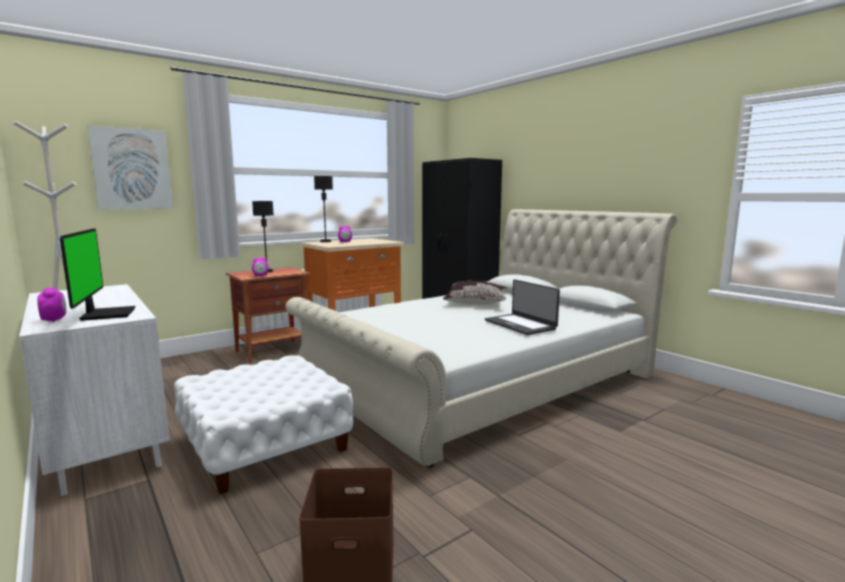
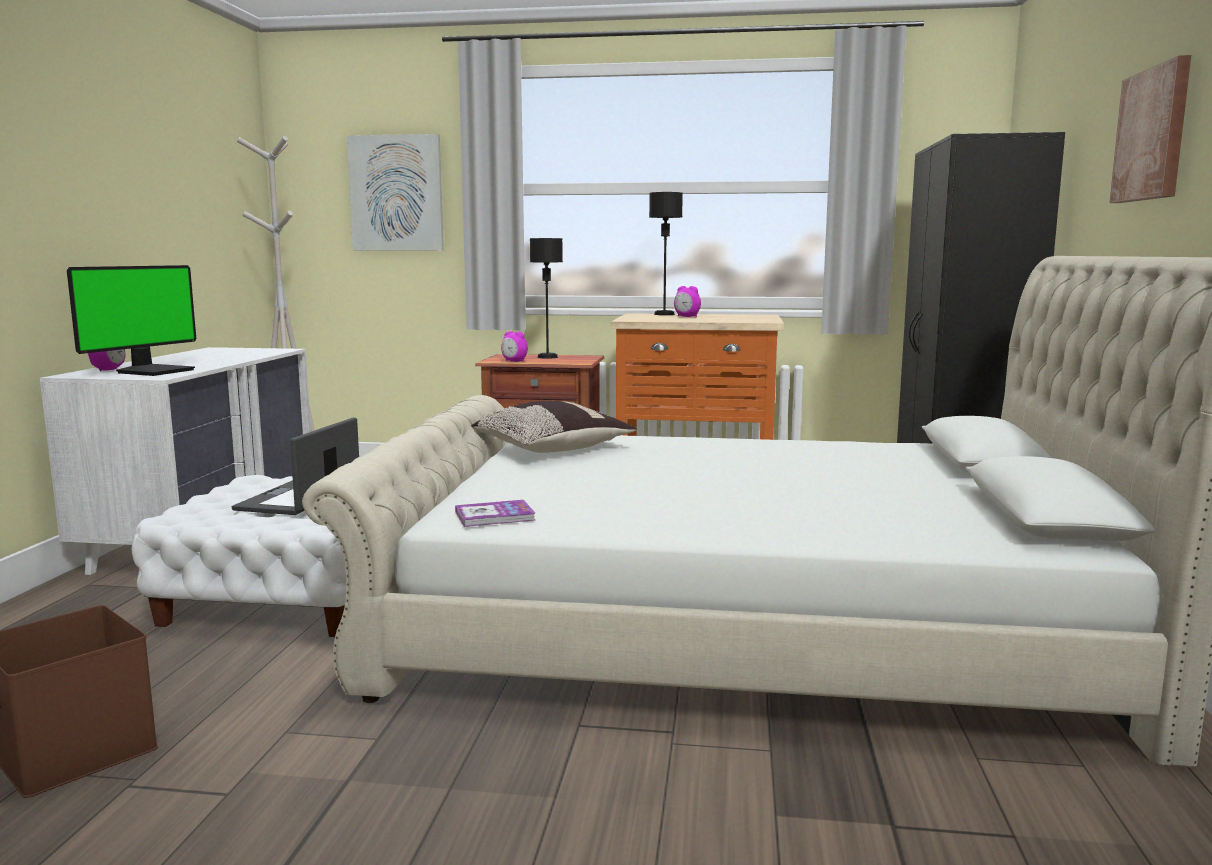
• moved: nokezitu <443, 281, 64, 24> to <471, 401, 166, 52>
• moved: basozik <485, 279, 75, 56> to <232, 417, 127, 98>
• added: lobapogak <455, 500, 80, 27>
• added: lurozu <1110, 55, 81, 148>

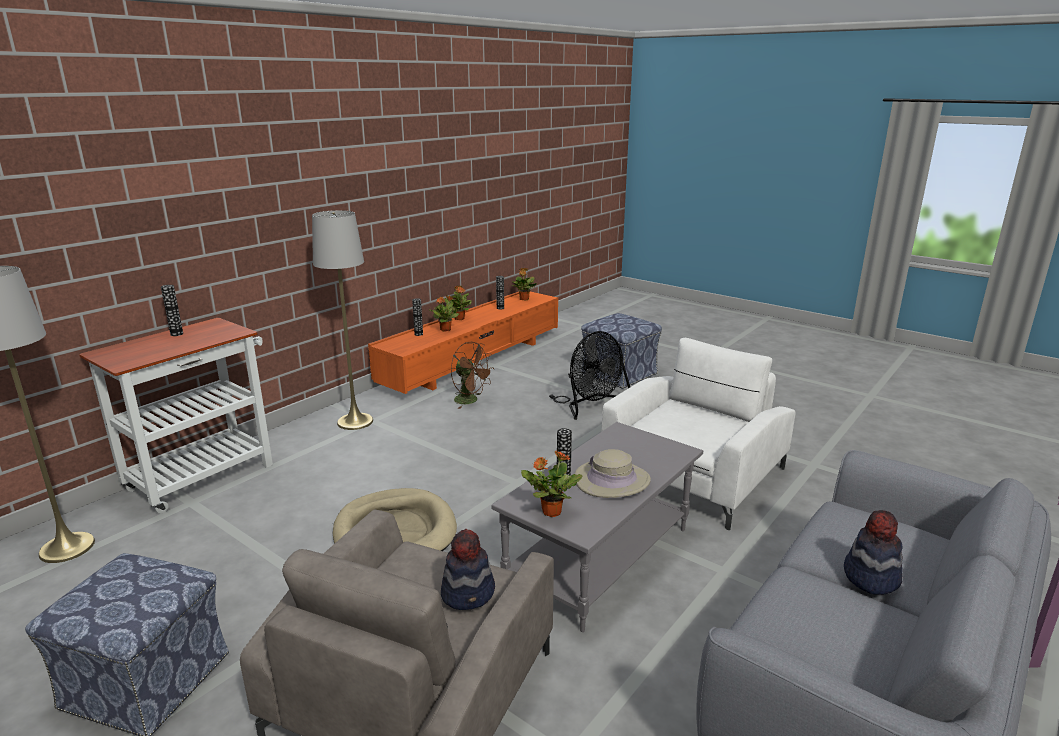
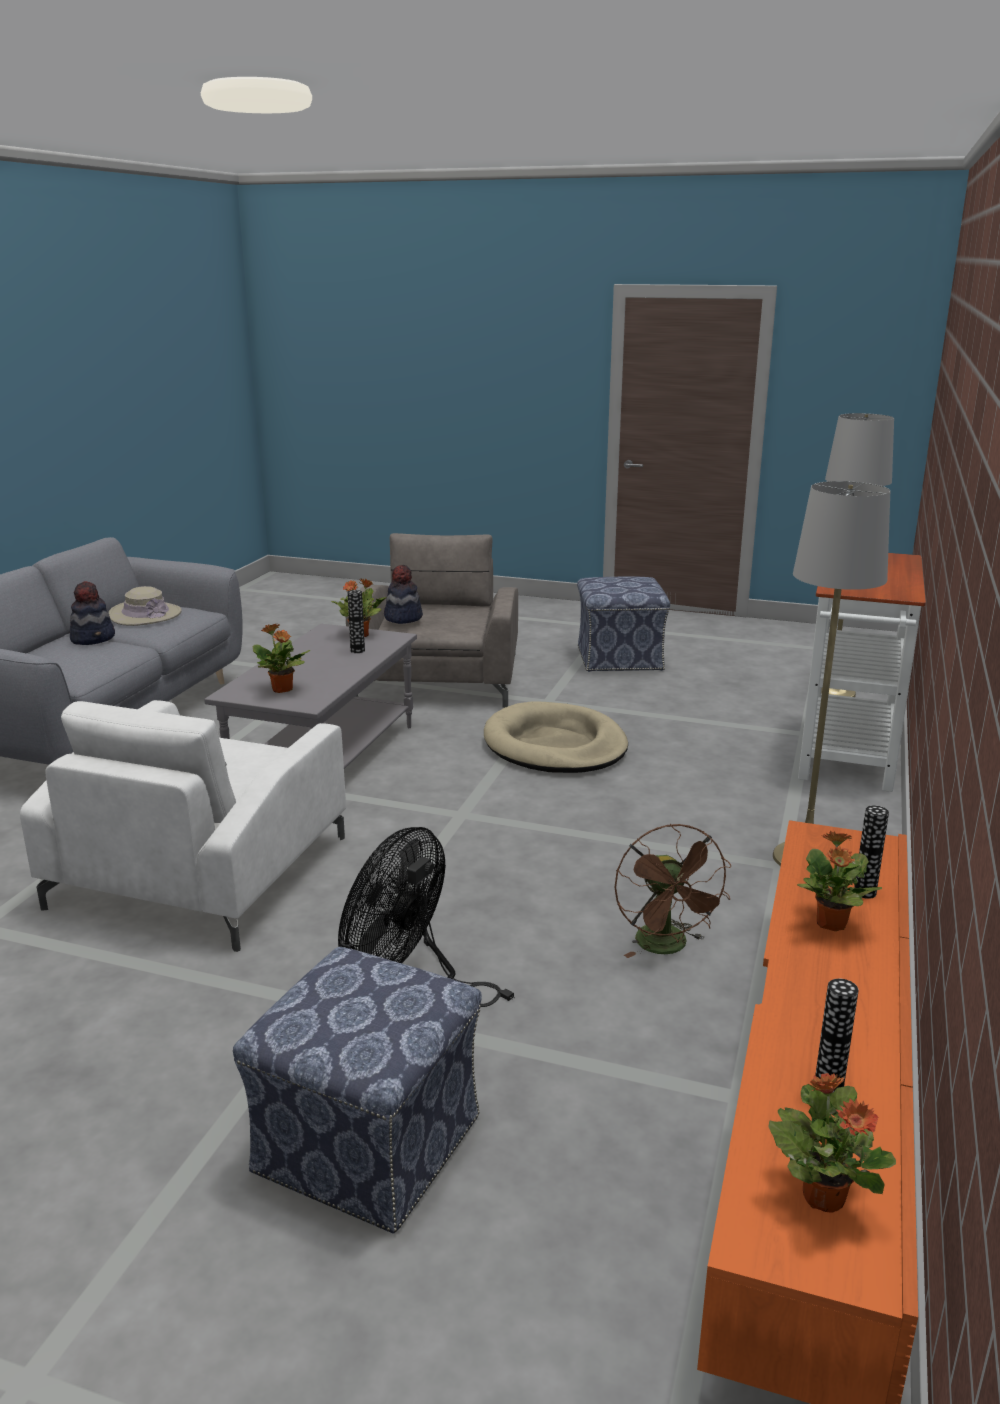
• removed: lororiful <161, 285, 22, 51>
• moved: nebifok <445, 285, 27, 35> to <253, 624, 57, 69>
• turned: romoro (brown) <451, 342, 43, 67> = <614, 824, 117, 134> 120 degrees counterclockwise
• moved: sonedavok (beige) <575, 449, 76, 49> to <108, 586, 74, 40>

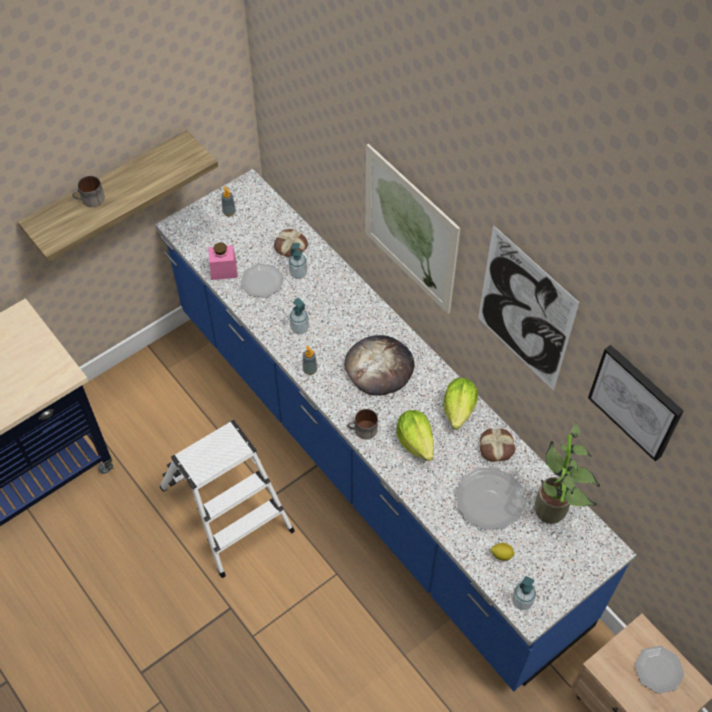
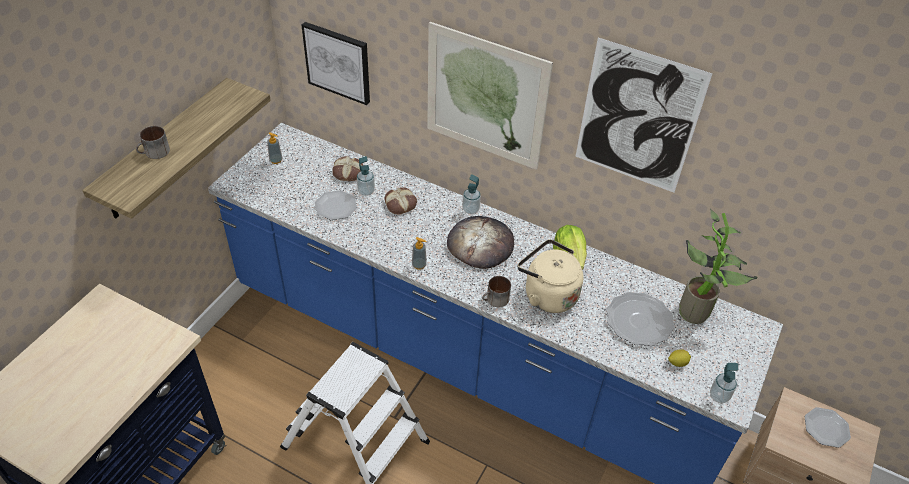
• removed: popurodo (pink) <208, 242, 29, 38>
• moved: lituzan <290, 298, 19, 36> to <462, 174, 19, 40>
• replaced: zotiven <396, 410, 38, 51> to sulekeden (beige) <518, 239, 66, 74>
• moved: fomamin <480, 428, 35, 34> to <385, 187, 32, 27>
• moved: lurozu <588, 345, 96, 117> to <302, 22, 68, 83>

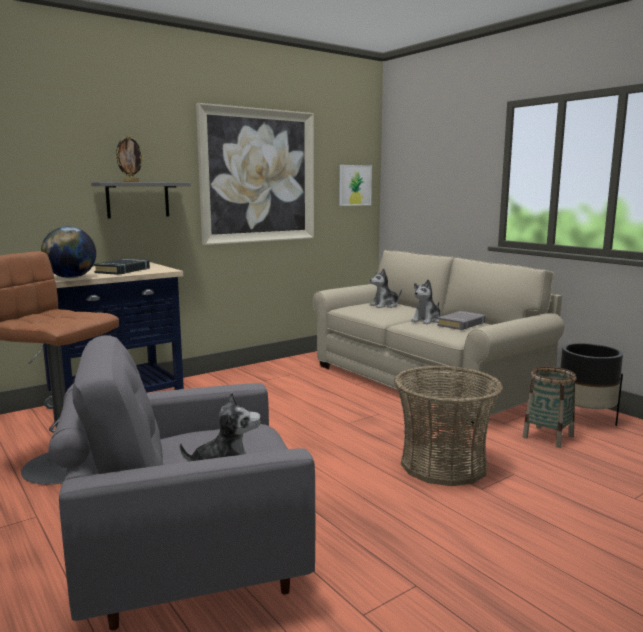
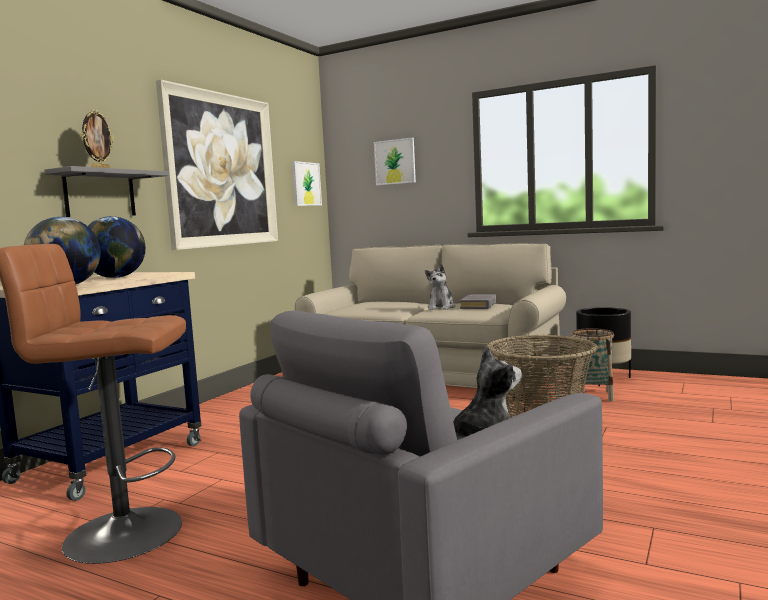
• replaced: lobapogak (black) <94, 259, 56, 16> to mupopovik <88, 216, 58, 62>
• removed: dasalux <369, 268, 33, 40>
• added: lurozu <374, 138, 42, 48>

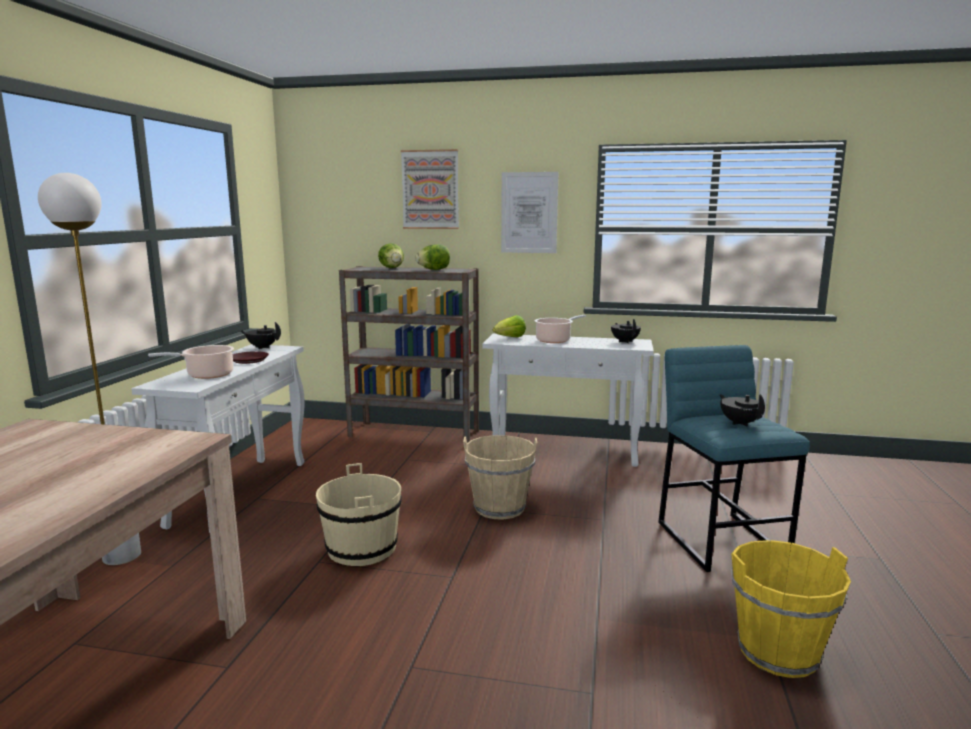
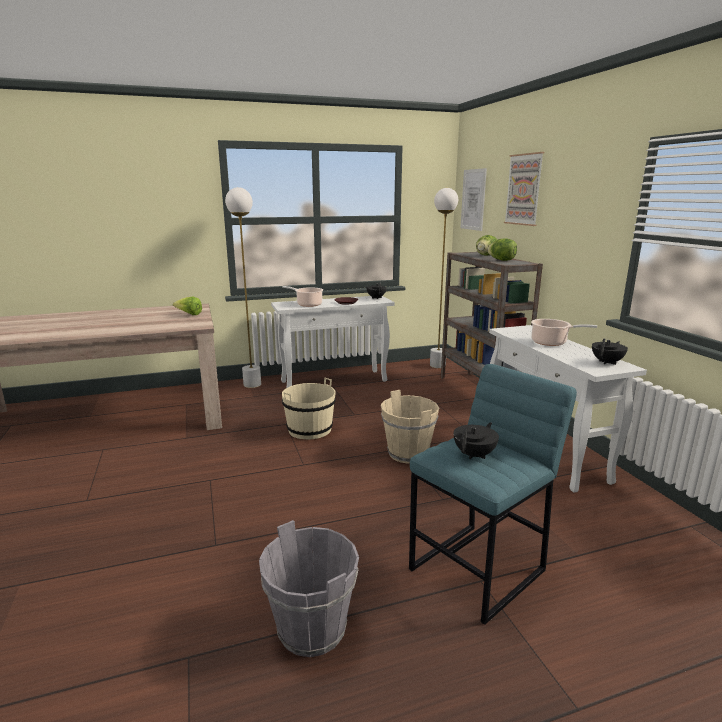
• moved: zotiven <493, 315, 33, 22> to <173, 297, 29, 18>
• moved: lurozu <501, 172, 57, 81> to <460, 168, 27, 63>
• recoloured: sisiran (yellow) <731, 540, 120, 138> to sisiran (grey) <259, 520, 100, 137>
• added: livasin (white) <430, 188, 28, 180>

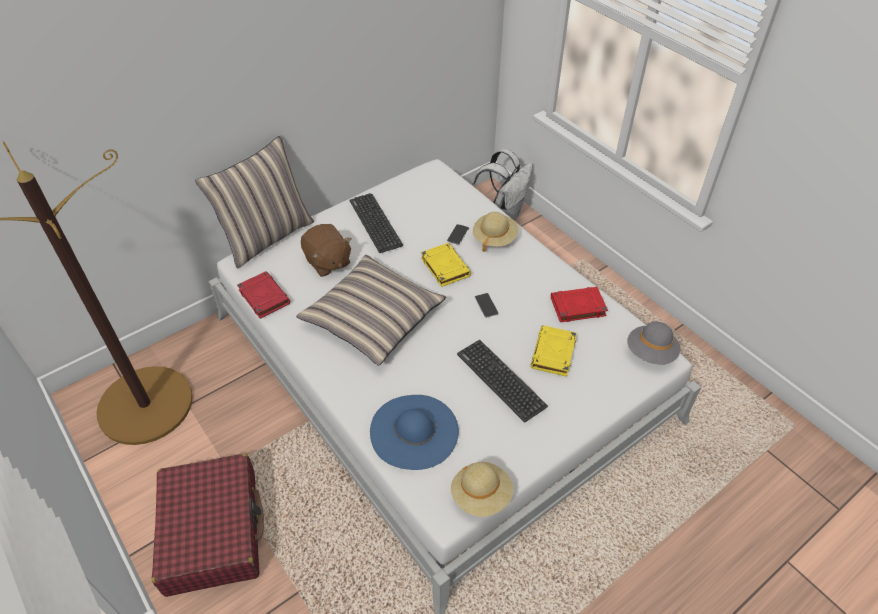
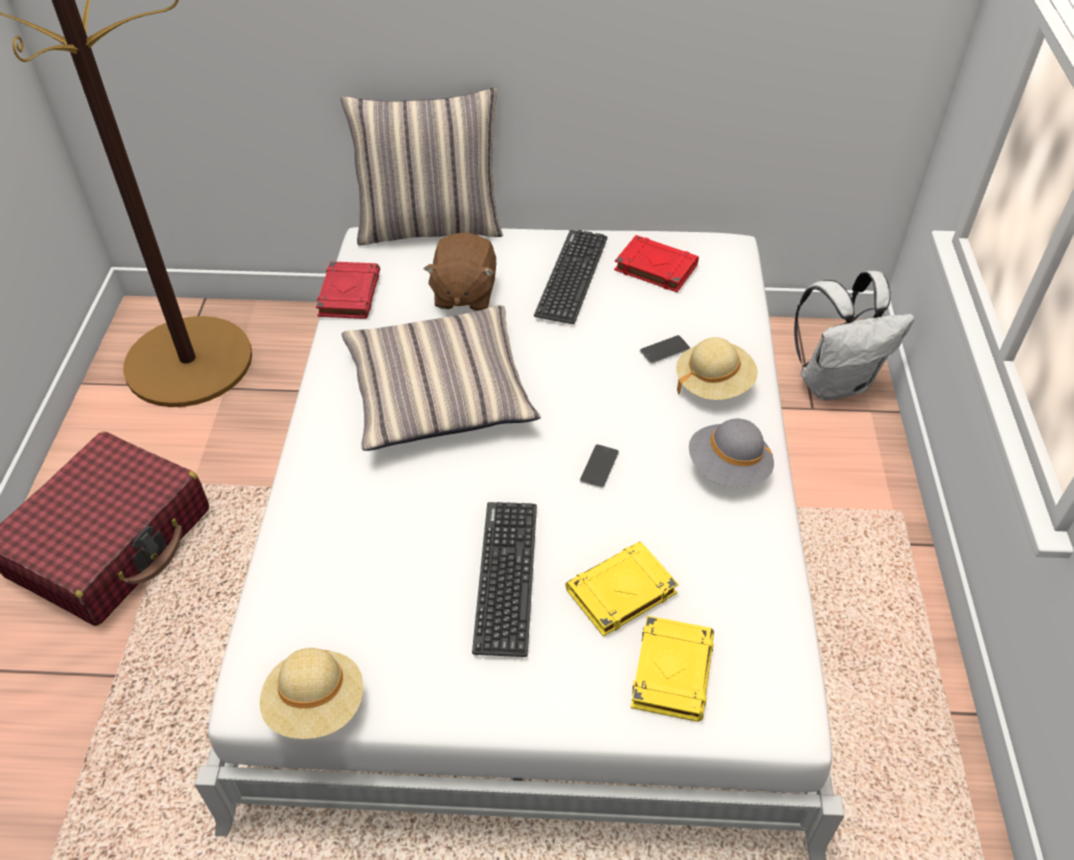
• removed: sonedavok (blue) <370, 395, 89, 75>
• moved: lobapogak (yellow) <421, 243, 50, 44> to <631, 616, 83, 106>
• moved: lobapogak (red) <551, 287, 57, 35> to <614, 235, 85, 57>
• moved: sonedavok (grey) <627, 322, 54, 43> to <689, 419, 85, 68>

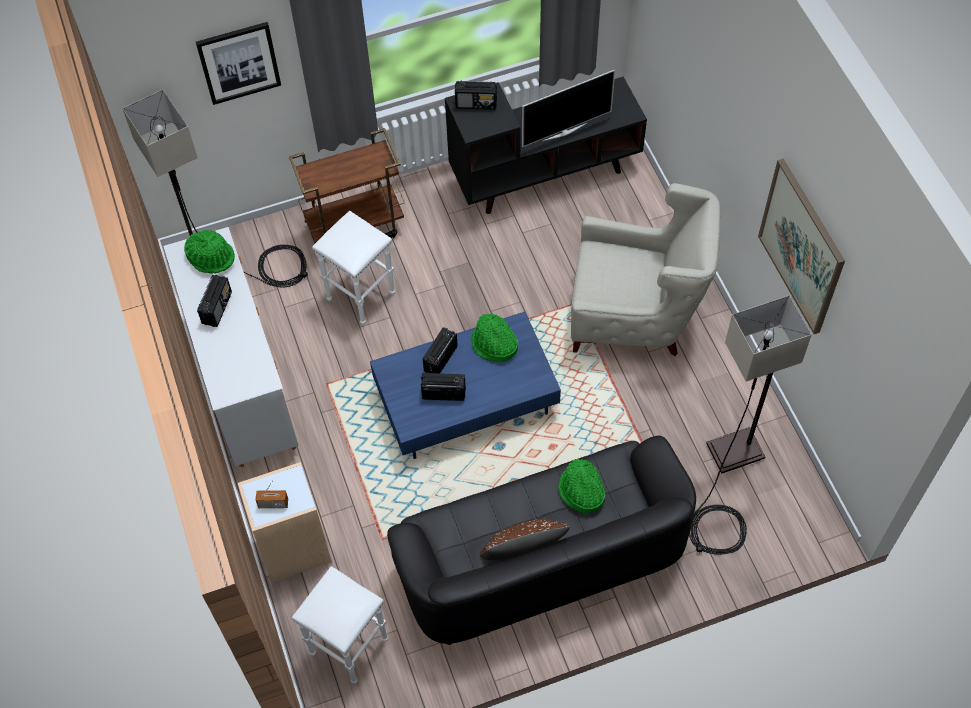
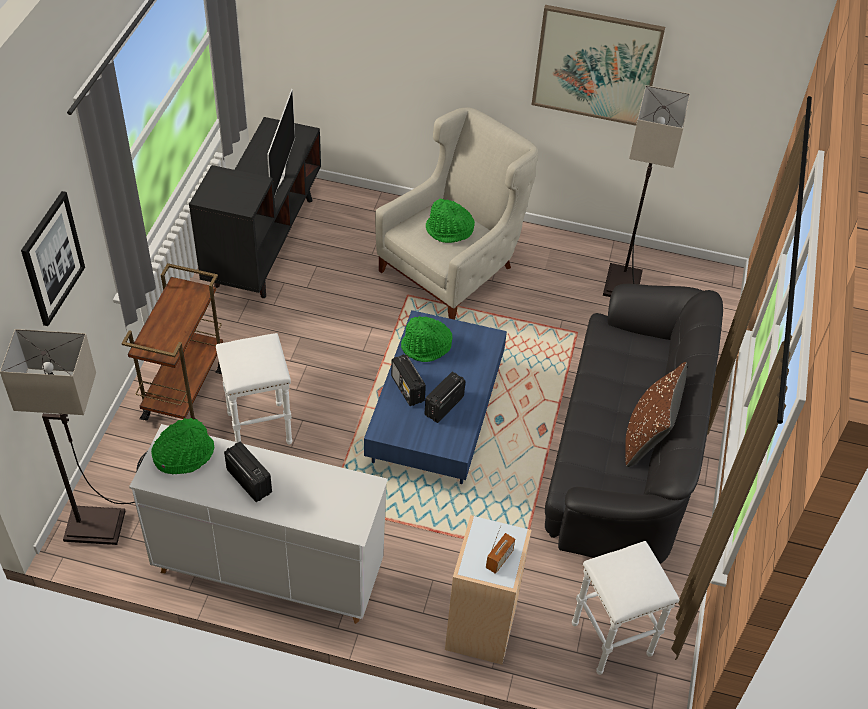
• removed: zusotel <455, 80, 42, 30>
• moved: sonedavok (green) <558, 459, 47, 54> to <426, 199, 49, 44>

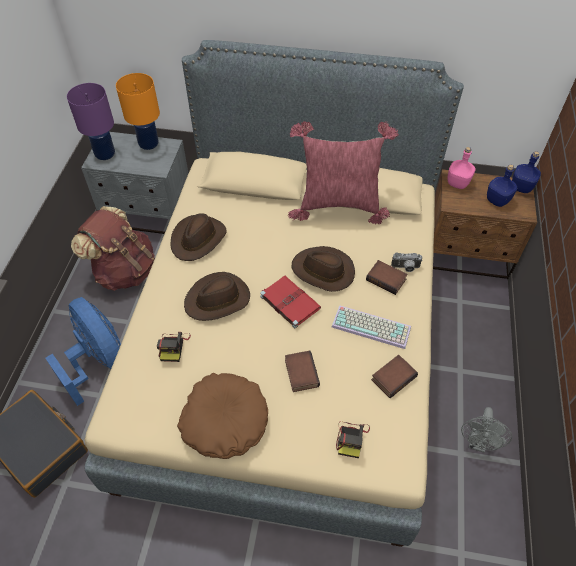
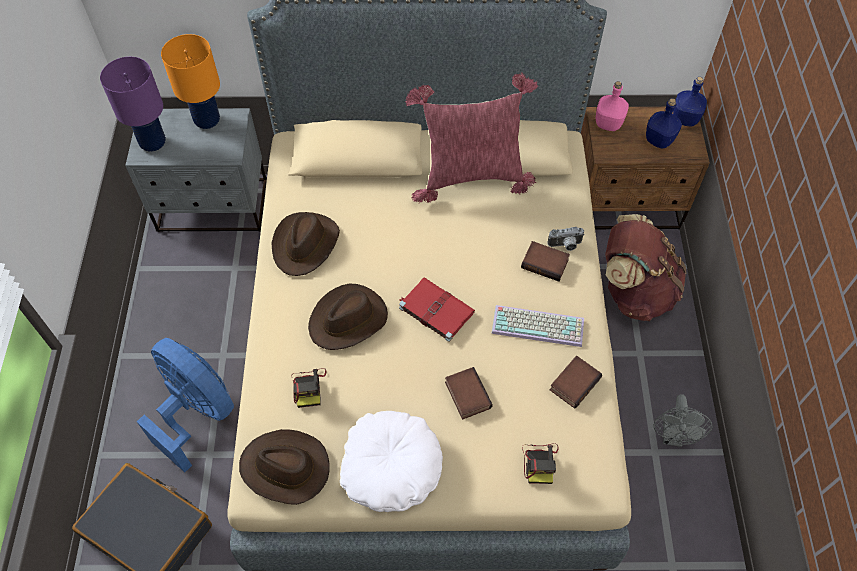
• moved: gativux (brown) <71, 206, 84, 85> to <605, 214, 81, 107>
• recoloured: nokezitu (brown) <177, 373, 91, 86> to nokezitu (white) <340, 411, 103, 101>
• moved: sonedavok (brown) <292, 246, 63, 46> to <239, 429, 91, 76>

